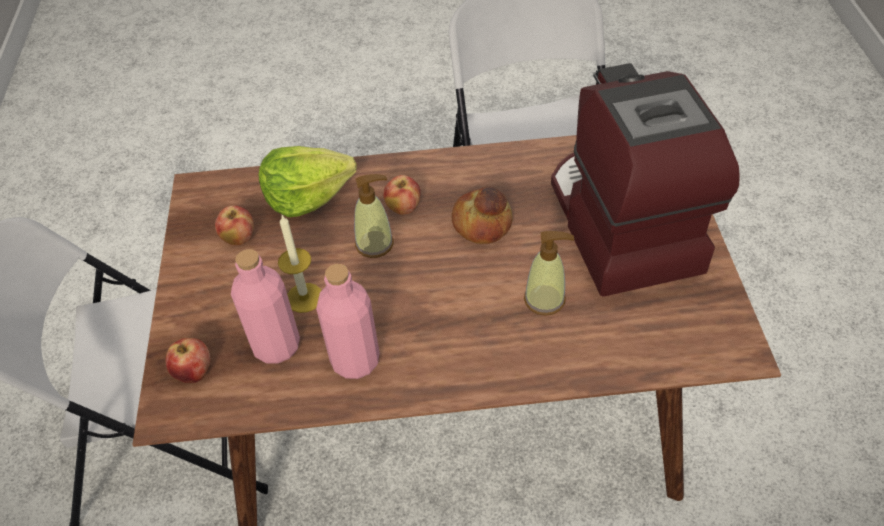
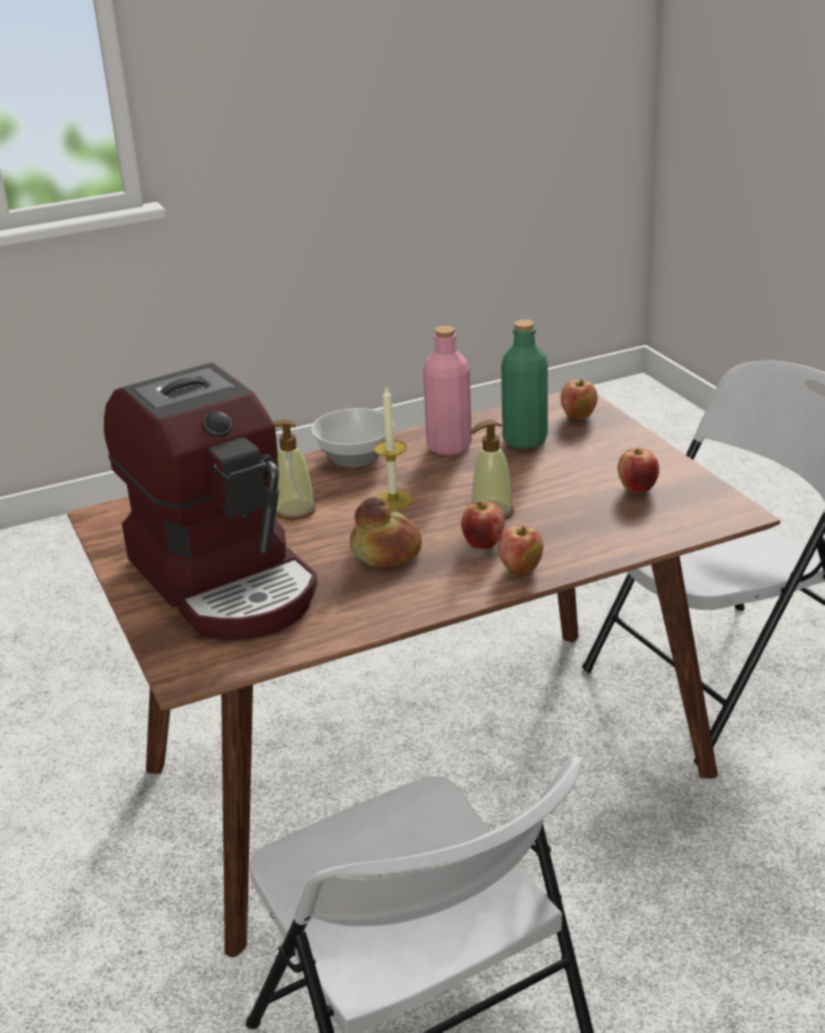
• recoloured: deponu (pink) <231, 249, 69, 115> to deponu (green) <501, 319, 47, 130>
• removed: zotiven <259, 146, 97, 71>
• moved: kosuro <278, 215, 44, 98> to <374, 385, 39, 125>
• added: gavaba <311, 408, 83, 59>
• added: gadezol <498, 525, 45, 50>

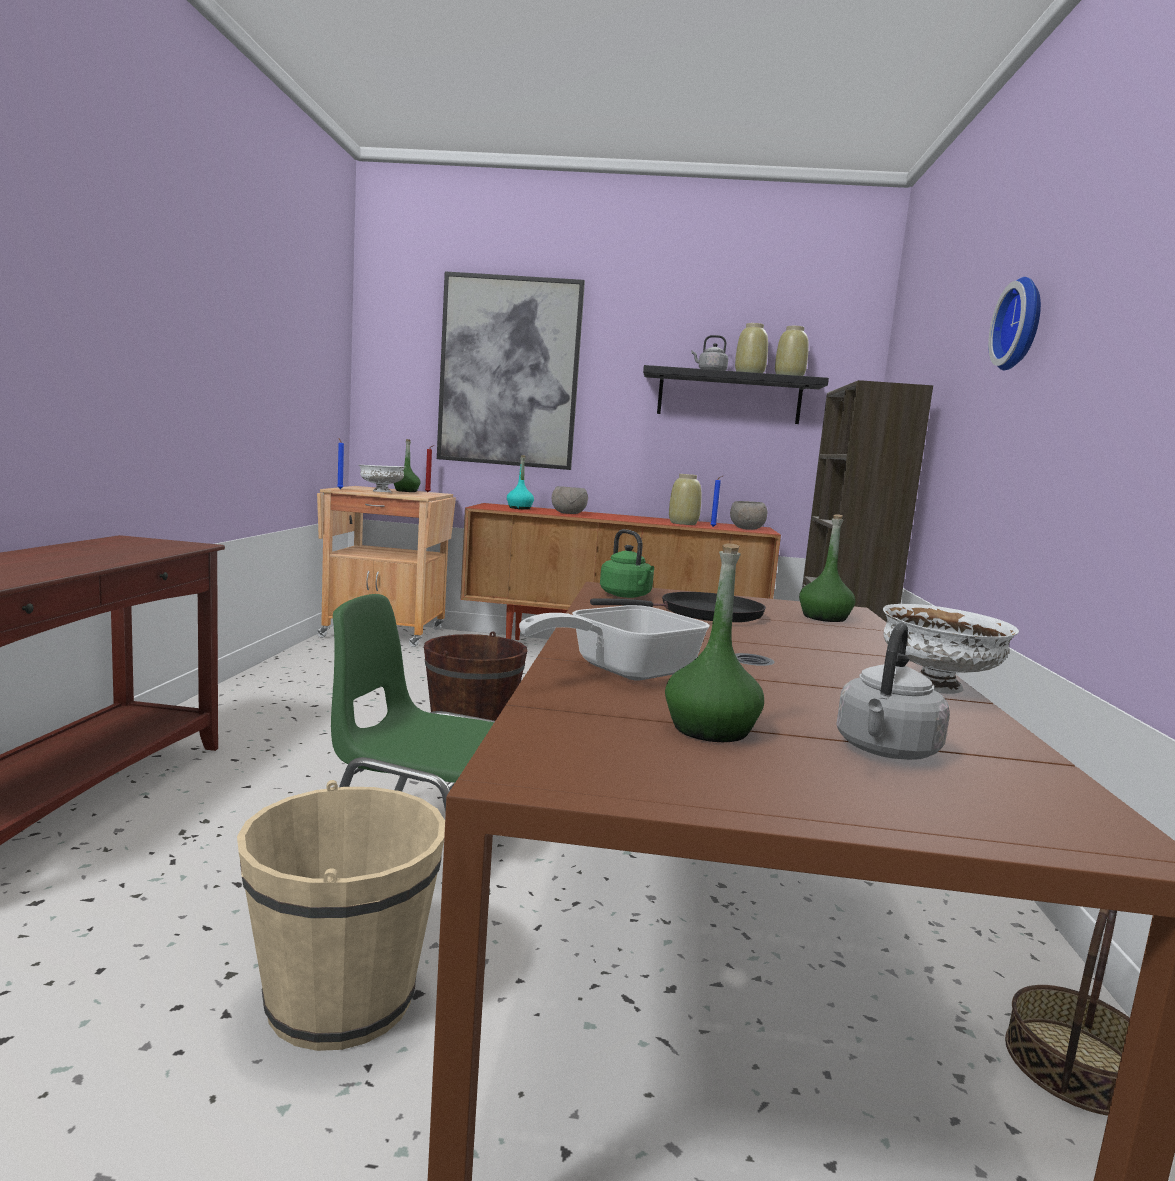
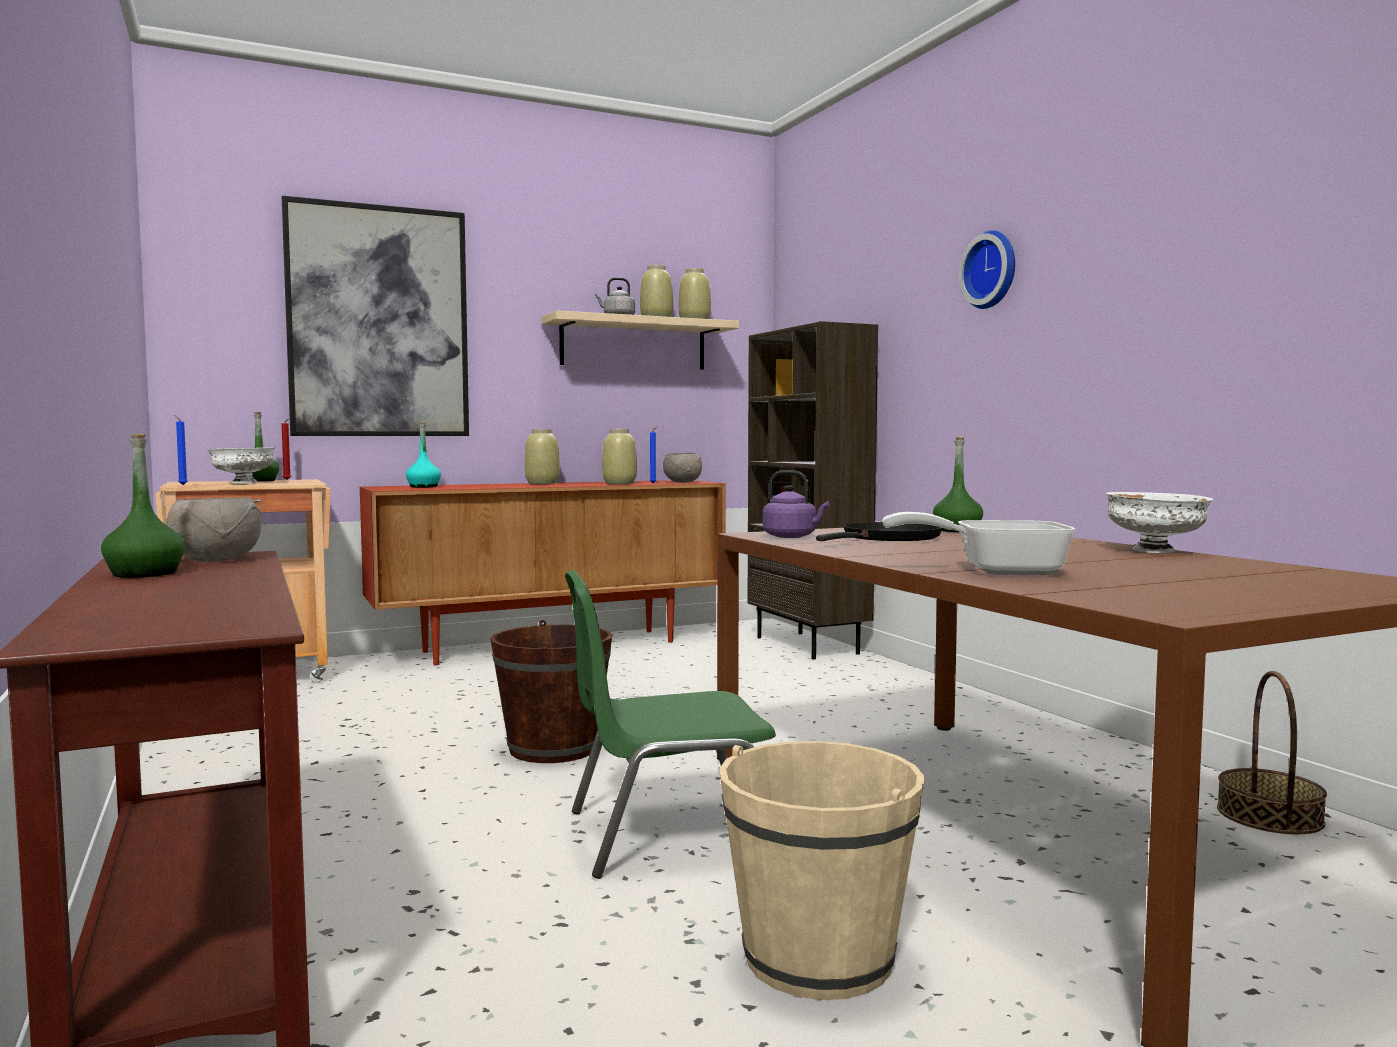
• turned: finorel <519, 605, 191, 75> = <882, 512, 193, 63> 75 degrees clockwise
• moved: gavaba (grey) <552, 486, 36, 28> to <166, 498, 95, 64>
• recoloured: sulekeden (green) <600, 529, 54, 69> to sulekeden (purple) <763, 470, 66, 68>
• recoloured: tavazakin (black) <643, 365, 186, 59> to tavazakin (beige) <542, 310, 197, 60>
• moved: deponu (green) <665, 544, 99, 198> to <101, 433, 84, 145>
• removed: sulekeden (grey) <836, 623, 114, 137>
• added: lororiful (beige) <525, 429, 35, 55>

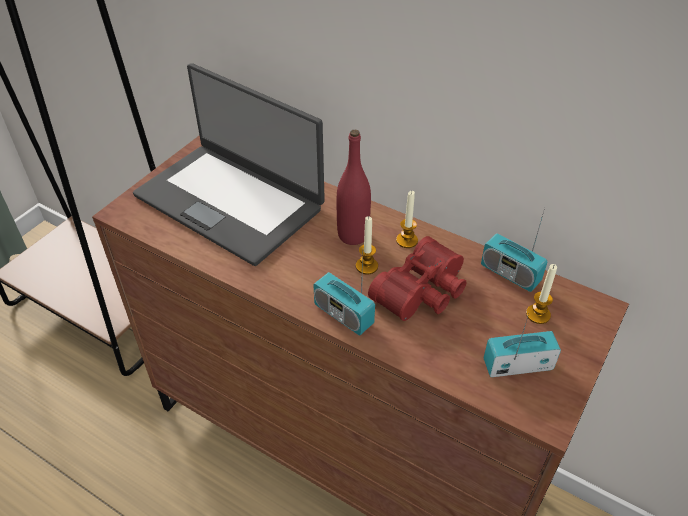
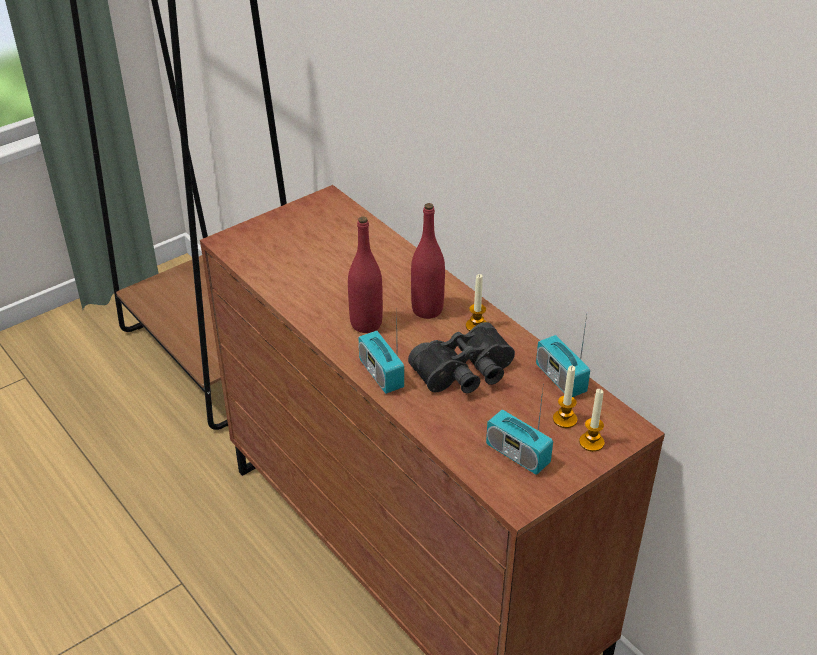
• removed: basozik <133, 63, 192, 203>
• moved: kosuro <356, 216, 22, 59> to <579, 389, 26, 63>
• recoloured: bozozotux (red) <368, 236, 99, 85> to bozozotux (black) <408, 322, 107, 71>
• turned: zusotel <483, 314, 78, 63> = <486, 383, 67, 92> 150 degrees counterclockwise
• added: deponu (red) <348, 216, 35, 117>

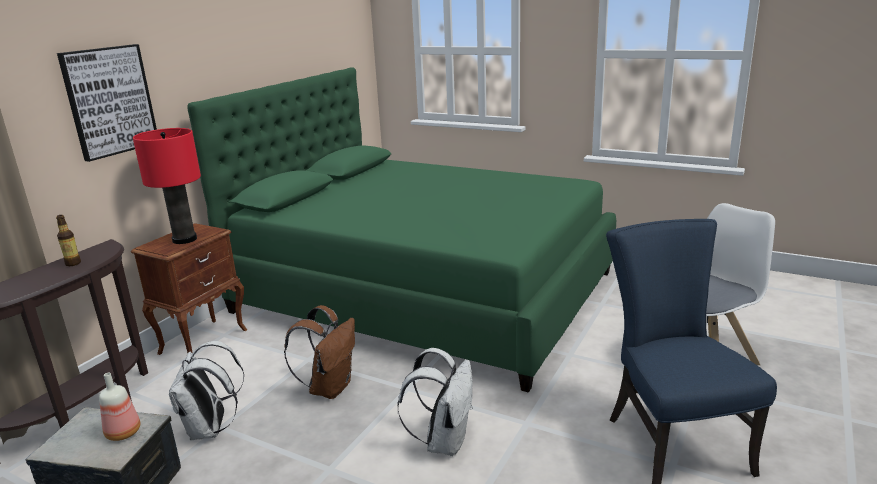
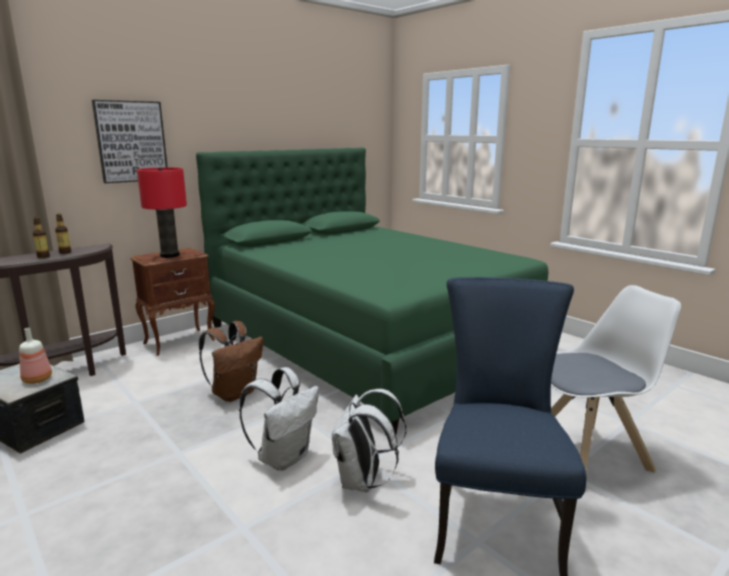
• moved: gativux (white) <169, 341, 76, 99> to <332, 389, 74, 103>
• added: deponu <33, 217, 17, 41>

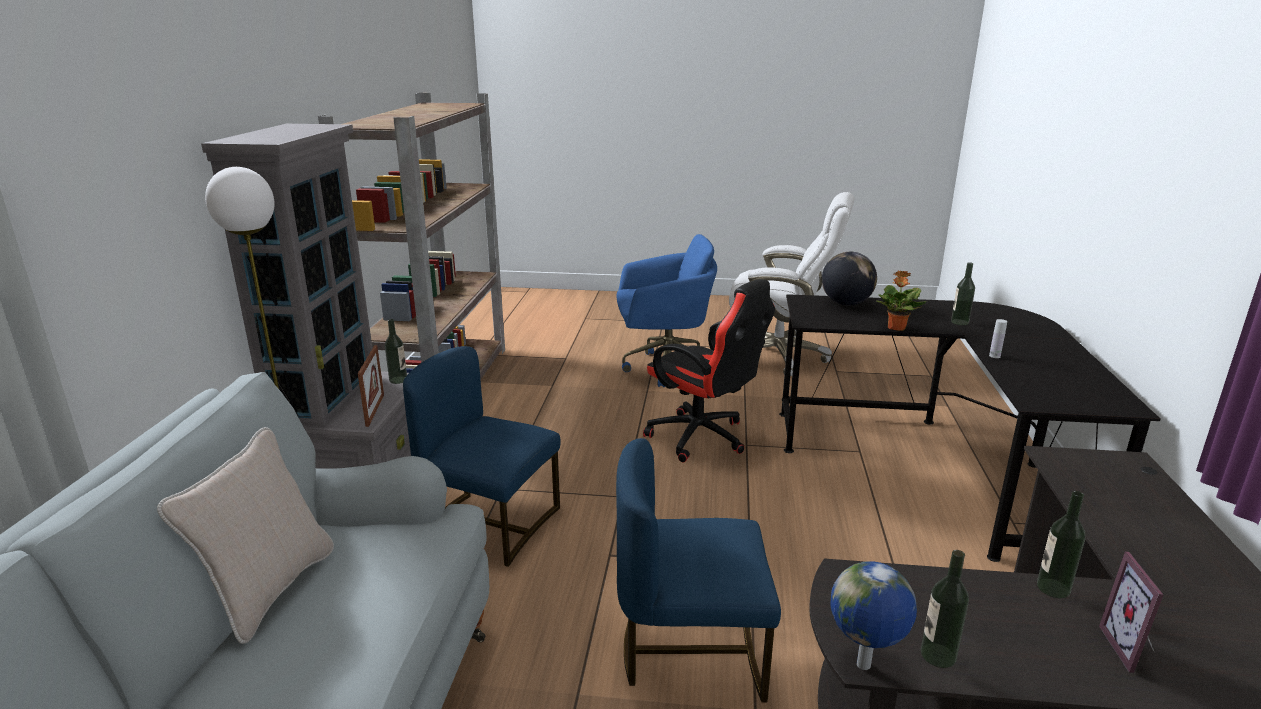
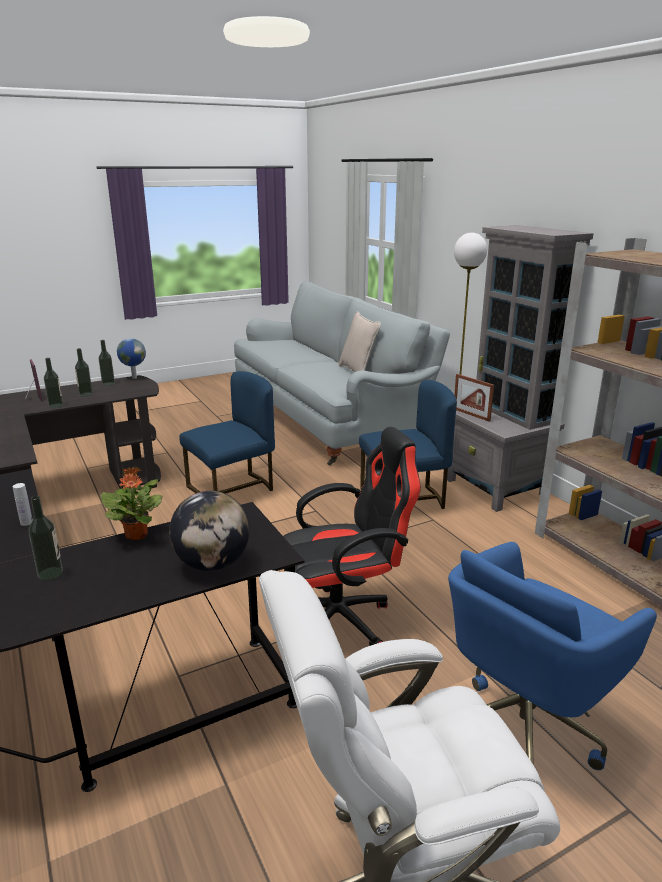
• moved: deponu <385, 319, 22, 65> to <75, 348, 18, 49>
• turned: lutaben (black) <643, 279, 132, 183> = <283, 427, 138, 219> 150 degrees clockwise

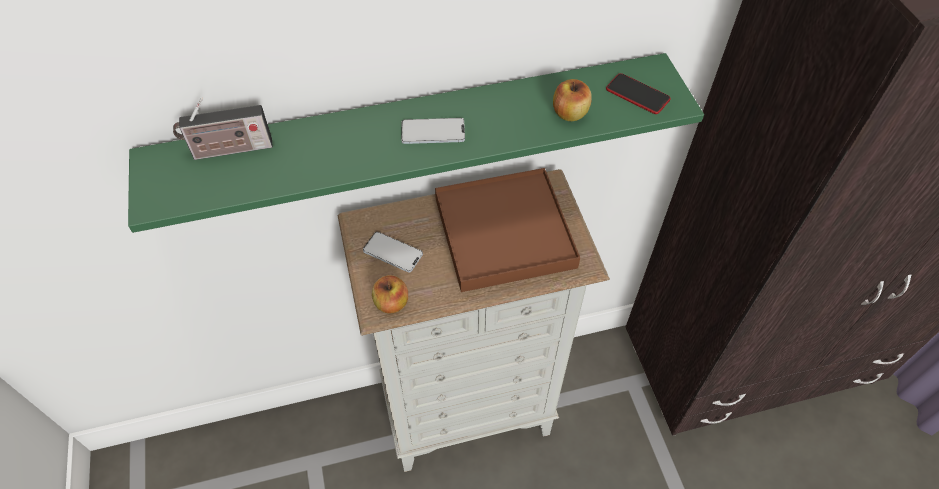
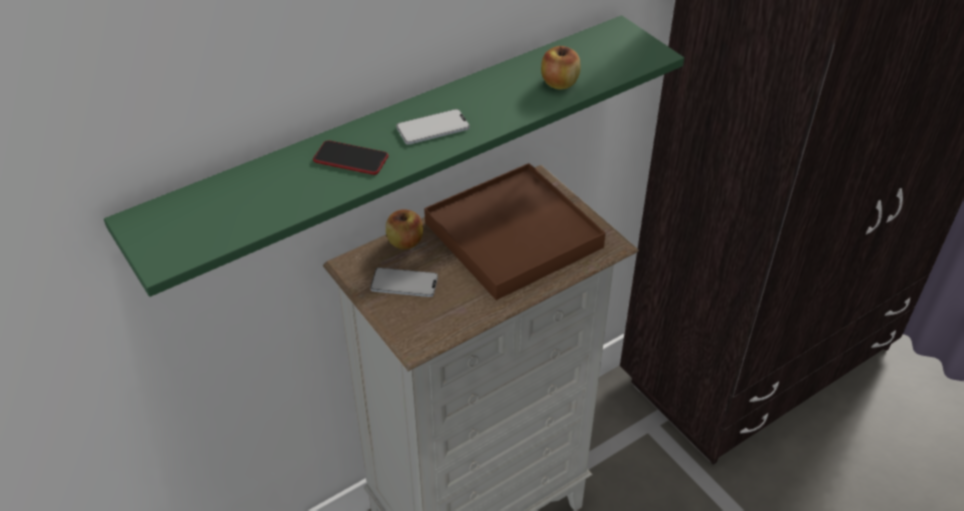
• removed: zusotel <173, 97, 100, 63>
• moved: gadezol <372, 275, 36, 38> to <386, 209, 37, 40>
• moved: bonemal <606, 73, 65, 41> to <313, 140, 75, 35>

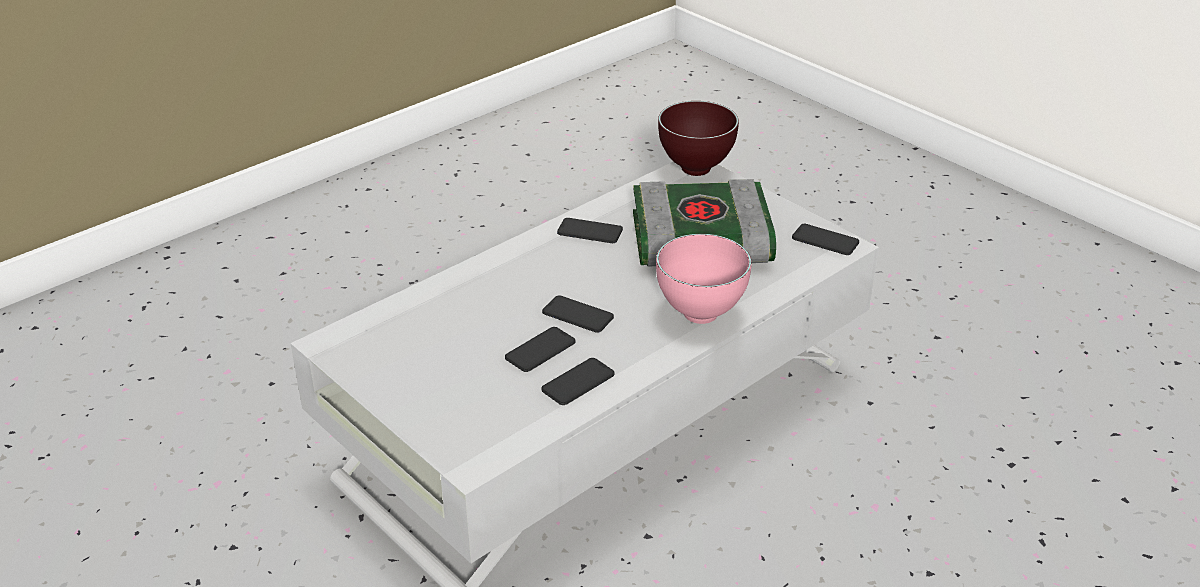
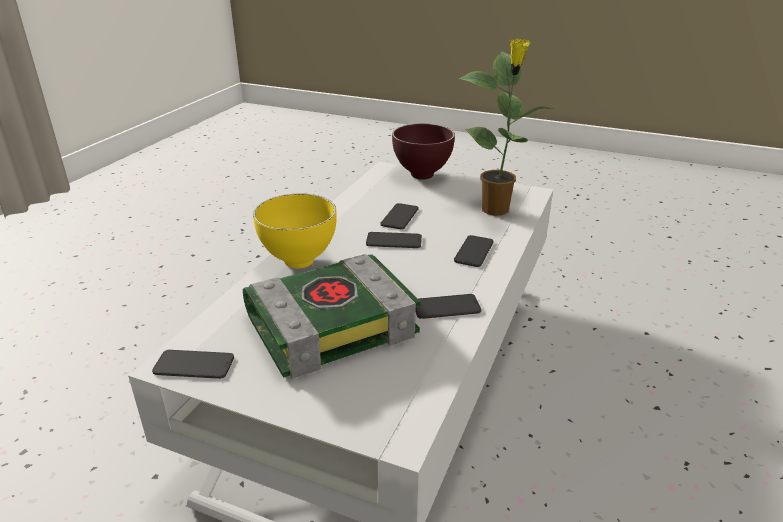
• moved: bonemal <541, 358, 74, 47> to <454, 235, 39, 32>
• recoloured: gavaba (pink) <656, 234, 96, 90> to gavaba (yellow) <253, 194, 84, 74>
• moved: gavaba (brown) <658, 101, 81, 75> to <392, 124, 63, 56>
• added: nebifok <458, 38, 97, 178>

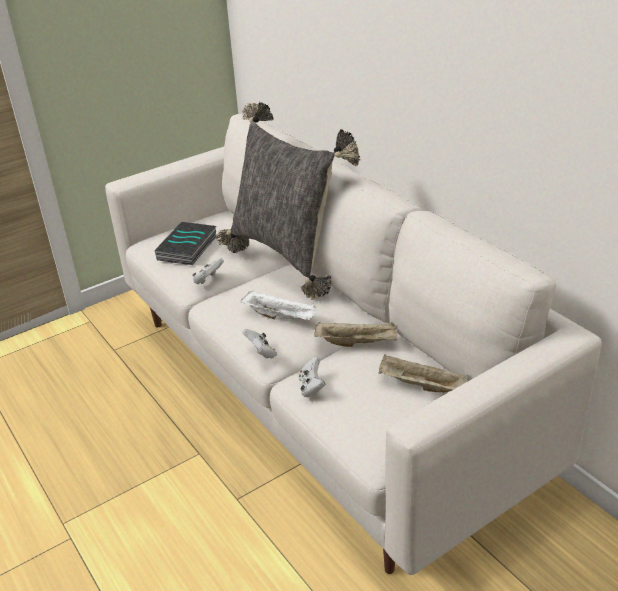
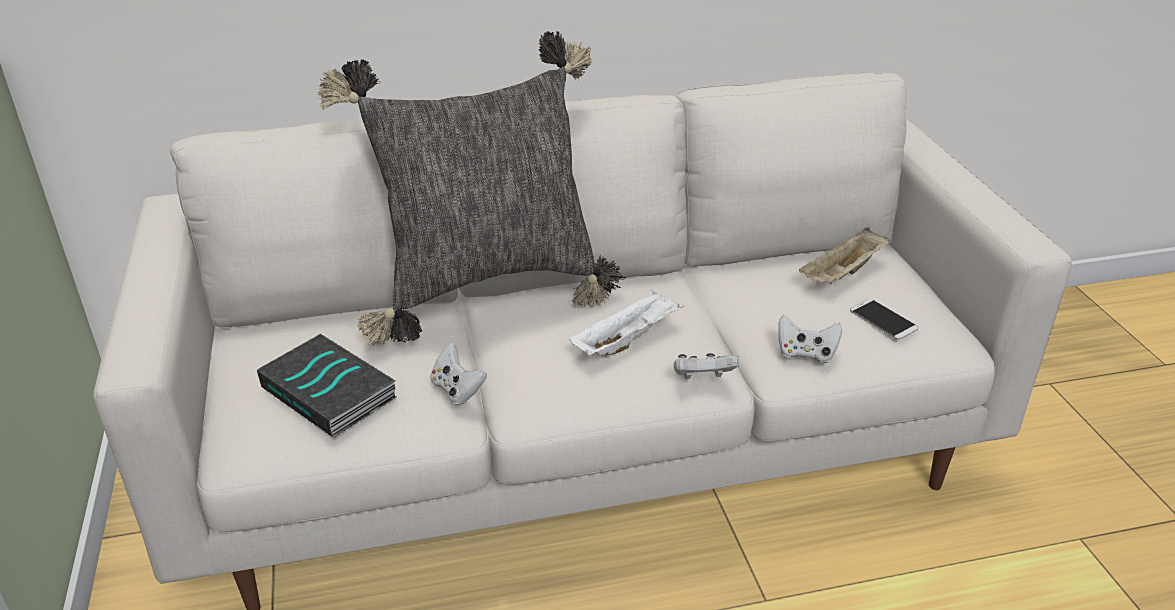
• removed: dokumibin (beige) <314, 322, 83, 25>
• added: bonemal <850, 299, 69, 41>

